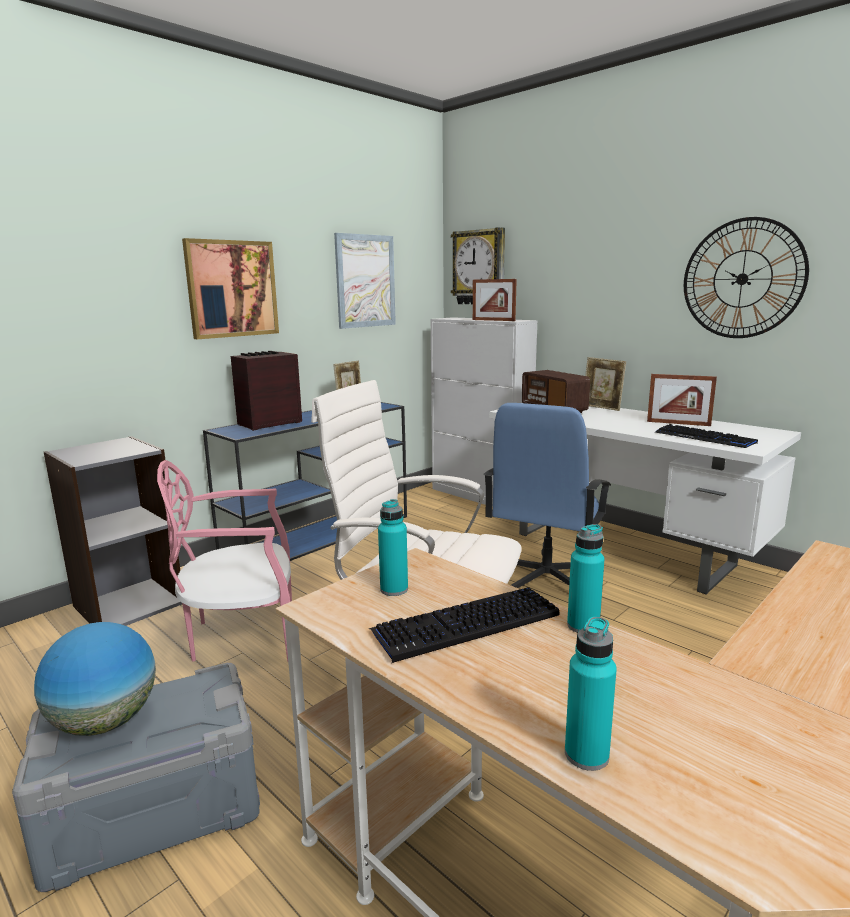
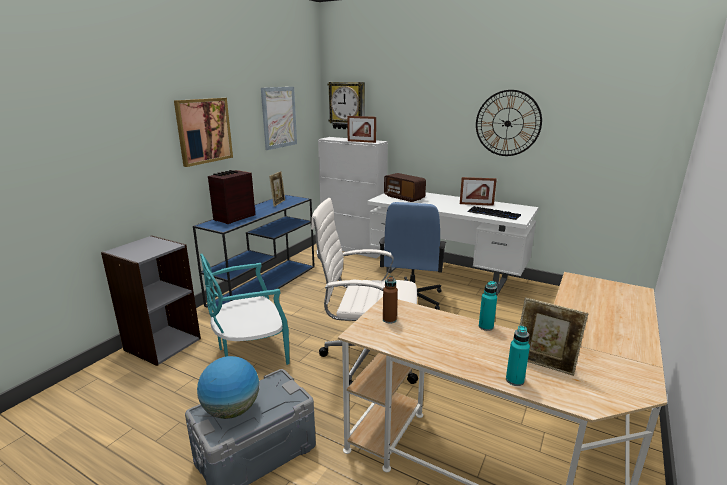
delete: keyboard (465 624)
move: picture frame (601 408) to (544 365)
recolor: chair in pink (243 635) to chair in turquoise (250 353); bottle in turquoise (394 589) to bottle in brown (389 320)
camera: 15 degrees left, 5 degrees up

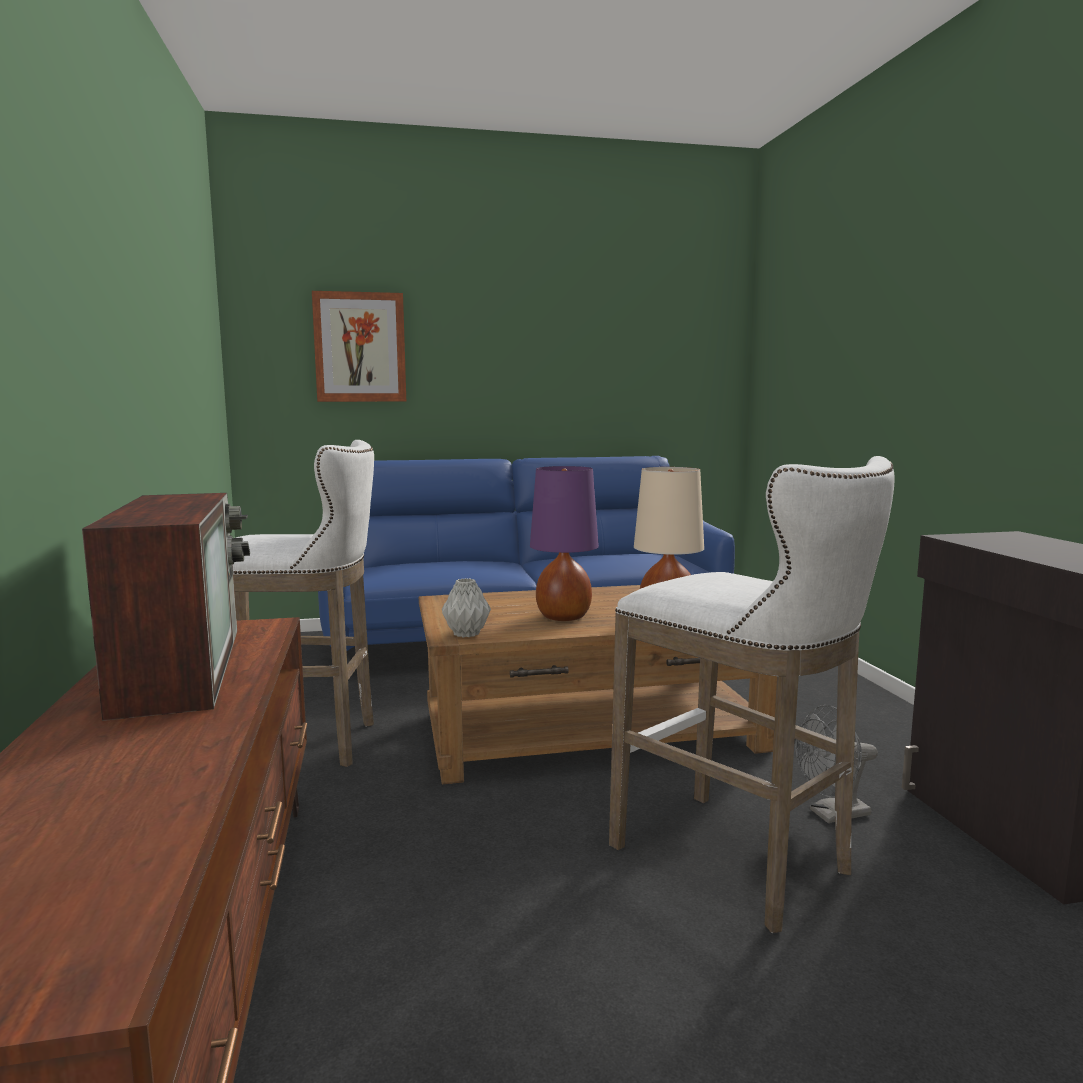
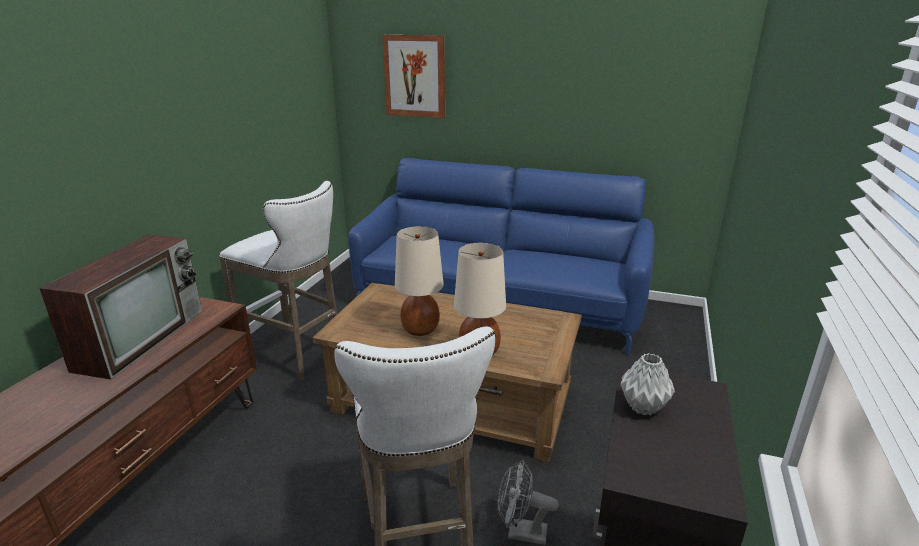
move: vase in grey (465 634) to (642 407)
recolor: table lamp in purple (563 617) to table lamp in beige (420 330)
camera: 30 degrees right, 15 degrees up

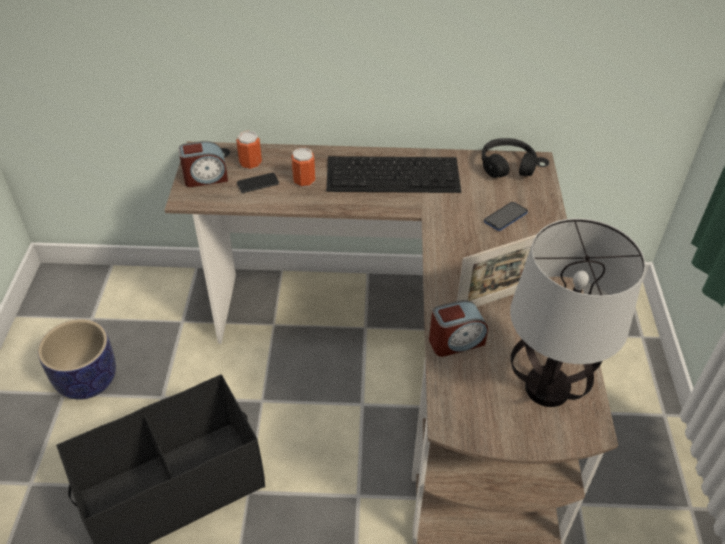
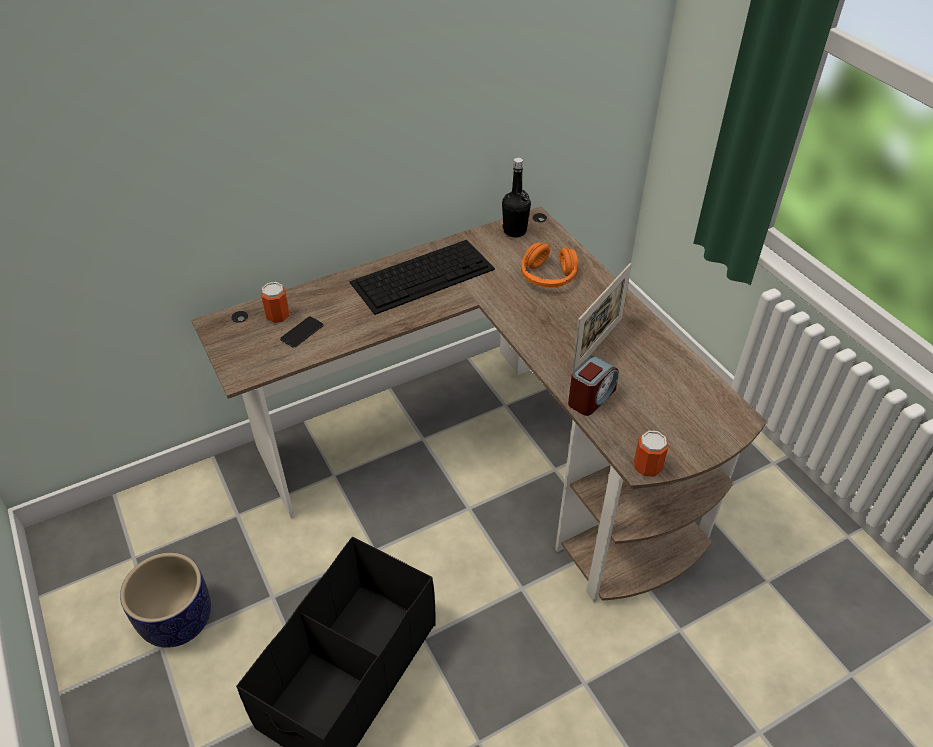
delete: alarm clock (205 178); table lamp (546 387)
move: can (304 180) to (647 467)
replace: headphones in black (507 165) to bottle in black (515 231); phone (505 217) to headphones in orange (548 276)
camera: 30 degrees left, 0 degrees up

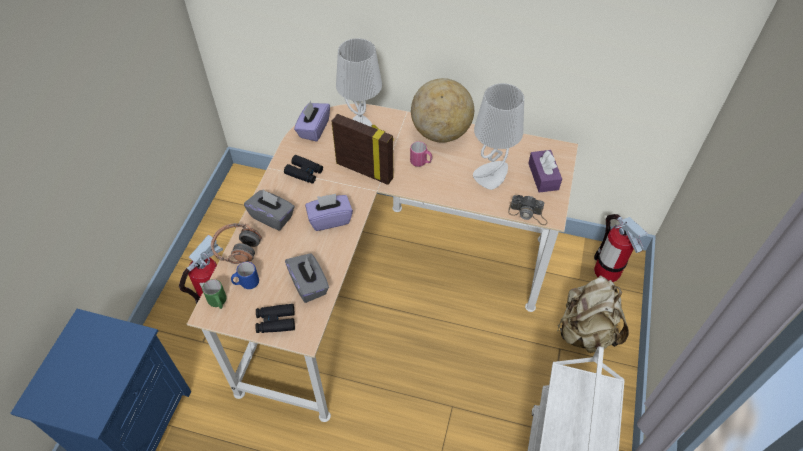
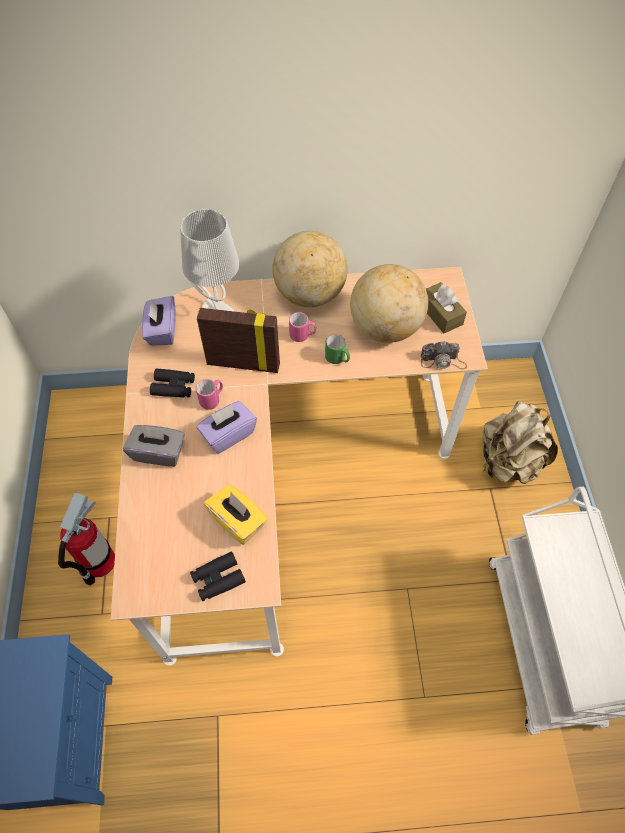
delete: headphones (237 248); mug in blue (246 283); fire extinguisher (606 271)
insert: mug in pink (212 399)
move: mug in green (218 302) to (337 359)
replace: table lamp in grey (491 174) to globe (385 328)
recolor: tissue box in grey (309 285) to tissue box in yellow (238 521); tissue box in purple (543 176) to tissue box in brown (440 314)
camera: 20 degrees left, 5 degrees up

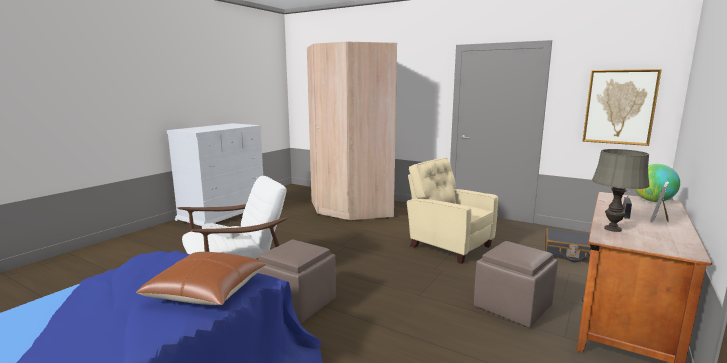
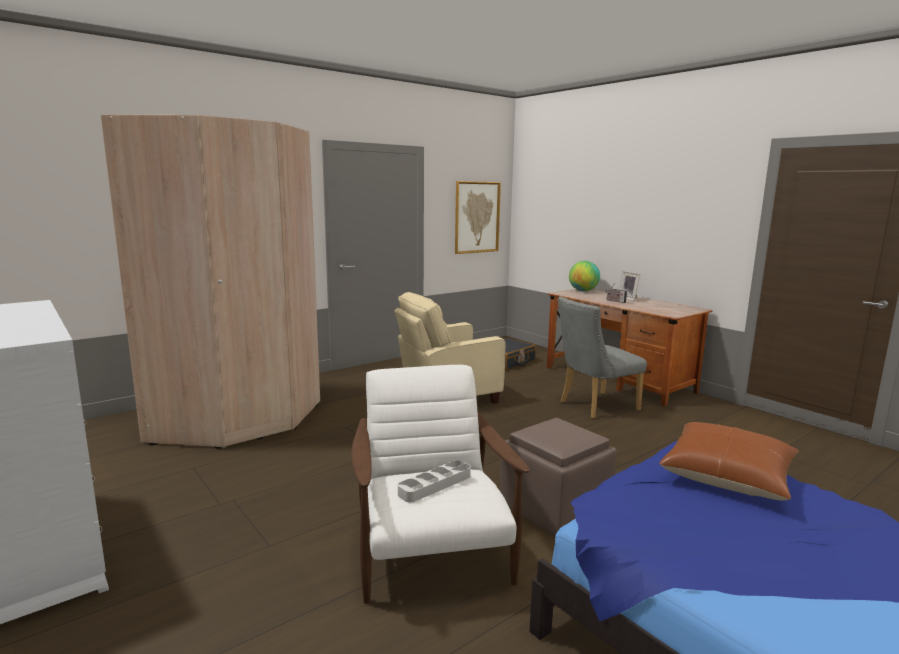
delete: table lamp in grey (613 229)
replace: ottoman in brown (512 306) to chair in grey (594 407)
camera: 70 degrees left, 0 degrees up

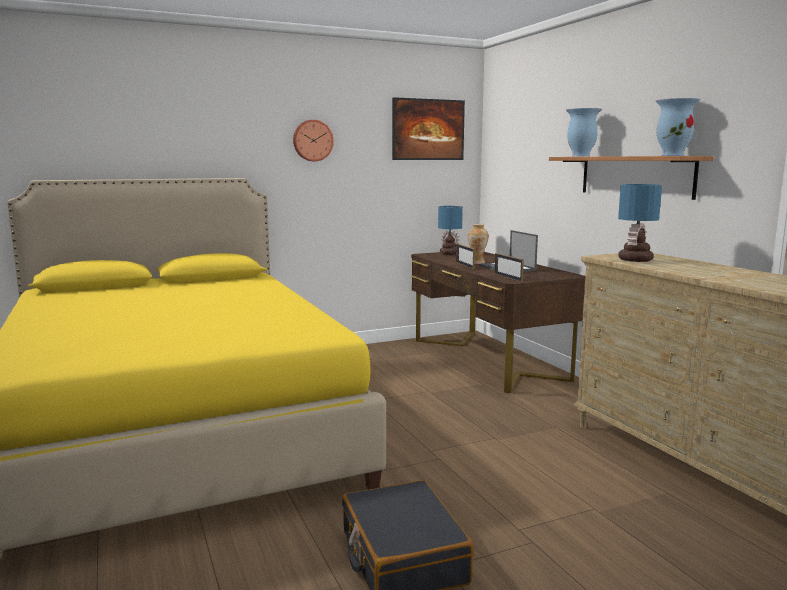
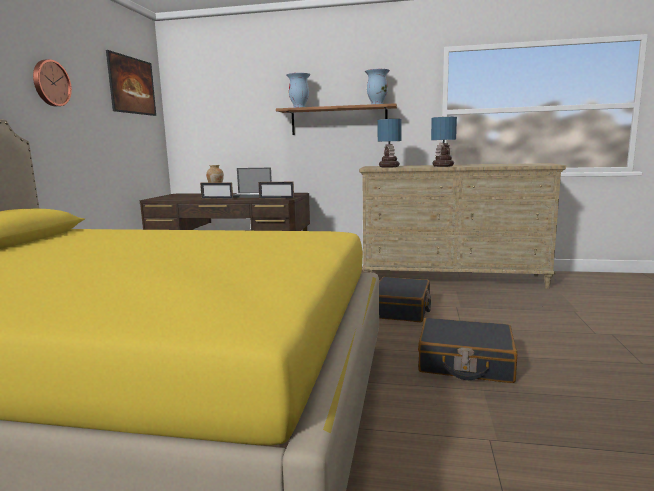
insert: suitcase in black (401 309)
move: table lamp (449 253) to (442 166)
camera: 55 degrees left, 0 degrees up

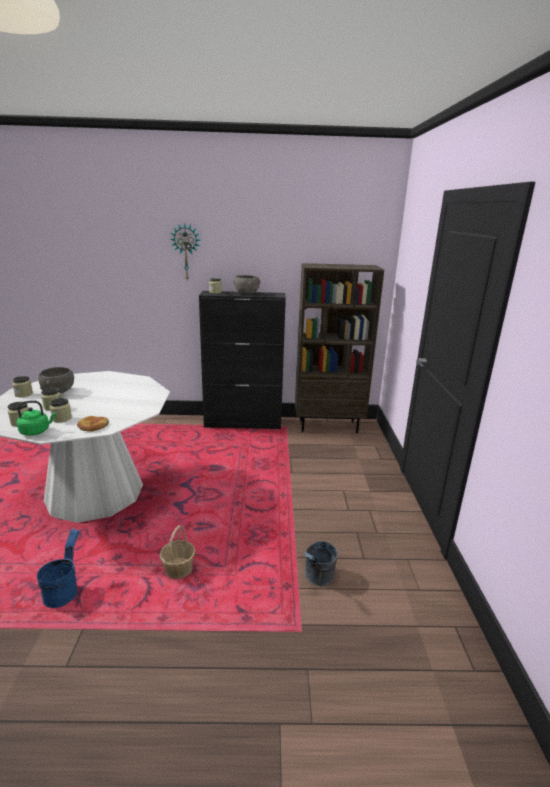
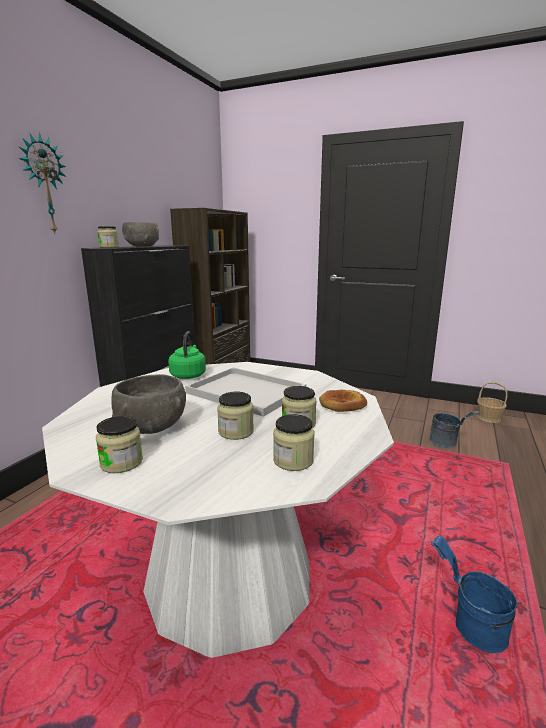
insert: tray in white (248 392)
move: kettle in green (36 431) to (188 375); basket (179 569) to (488 418)
camera: 65 degrees left, 5 degrees down

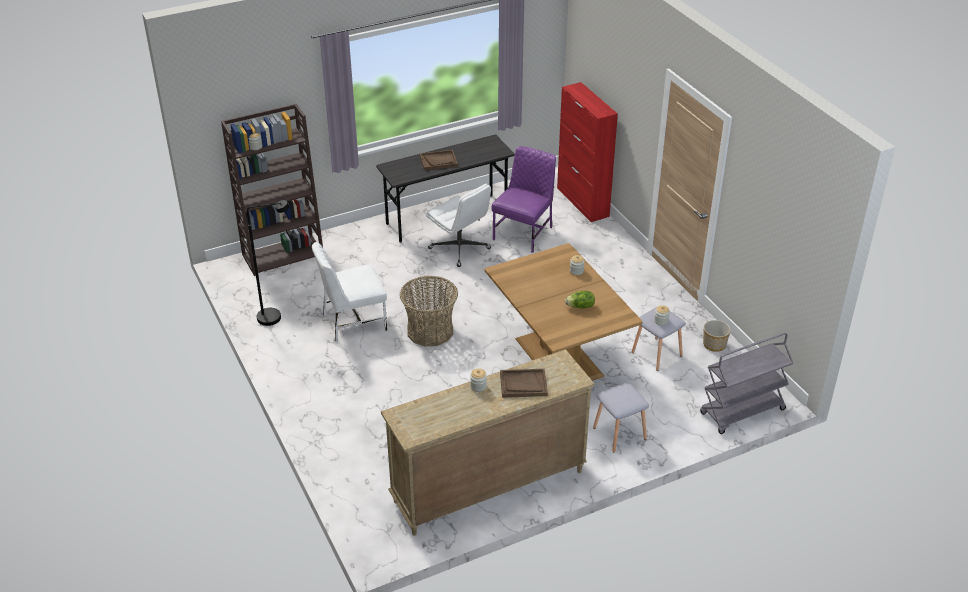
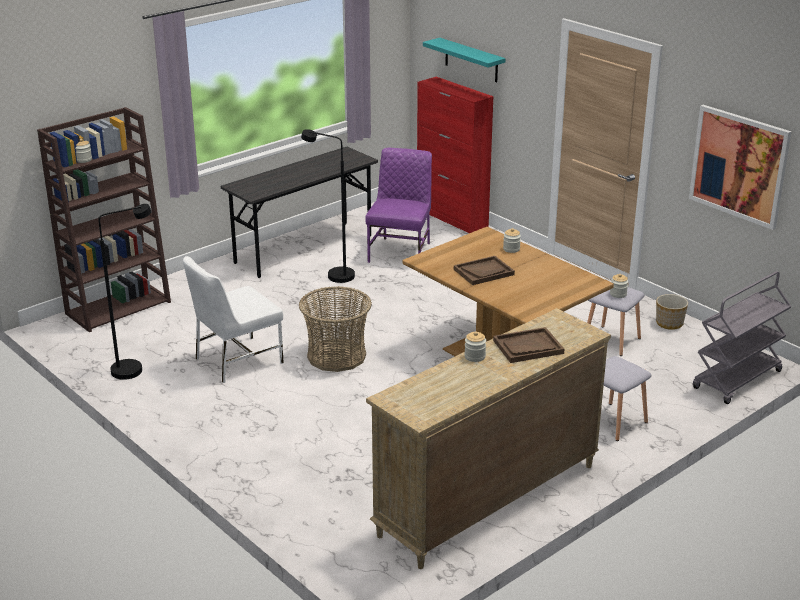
delete: lettuce (580 306)
insert: shelf in turquoise (471 60); picture (739 166)
move: tray in brown (438 161) to (483 272)
replace: office chair in white (460 249) to floor lamp in black (334 275)
camera: 15 degrees left, 10 degrees down

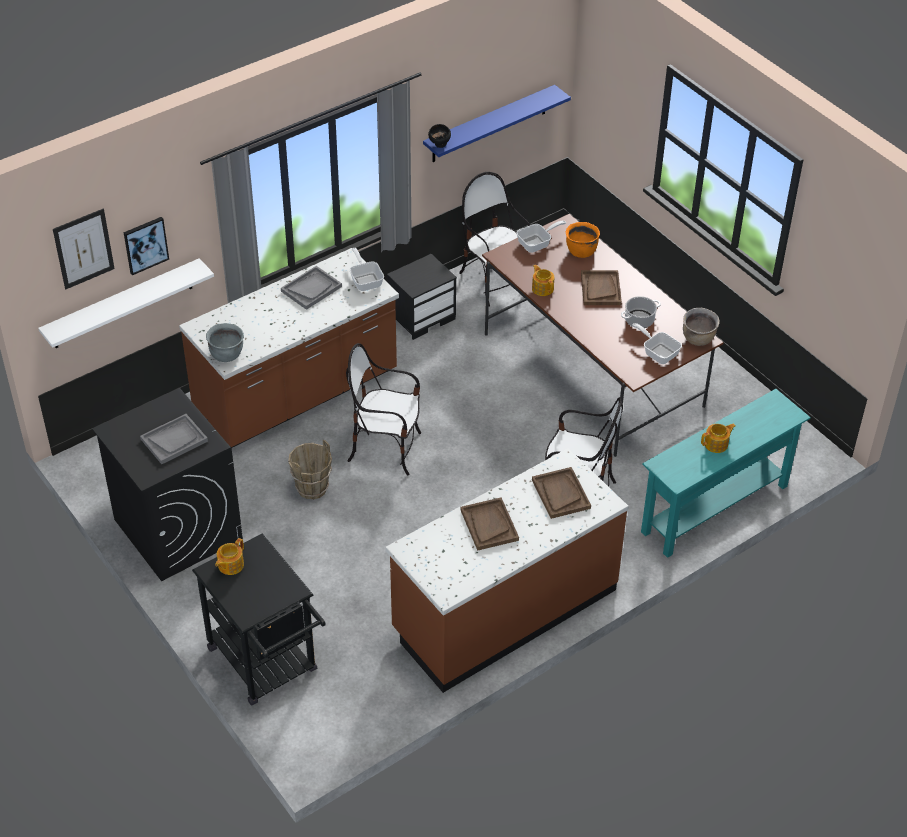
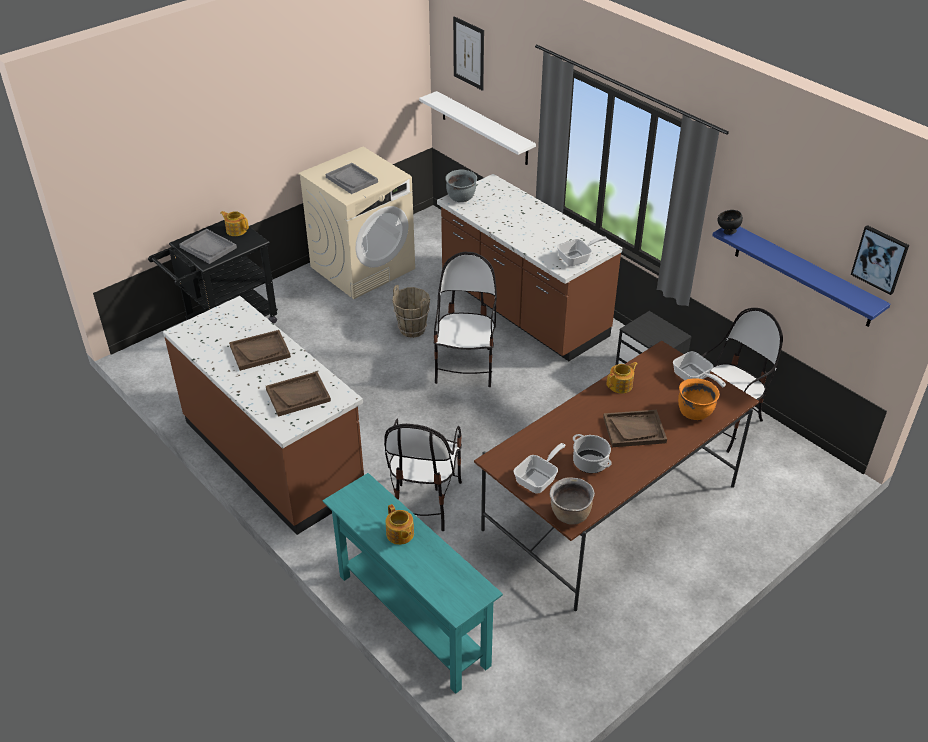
move: tray in grey (311 289) to (208 247); picture (145 245) to (880 259)
recolor: washing machine in black (177 529) to washing machine in beige (363 267)
camera: 85 degrees right, 5 degrees down

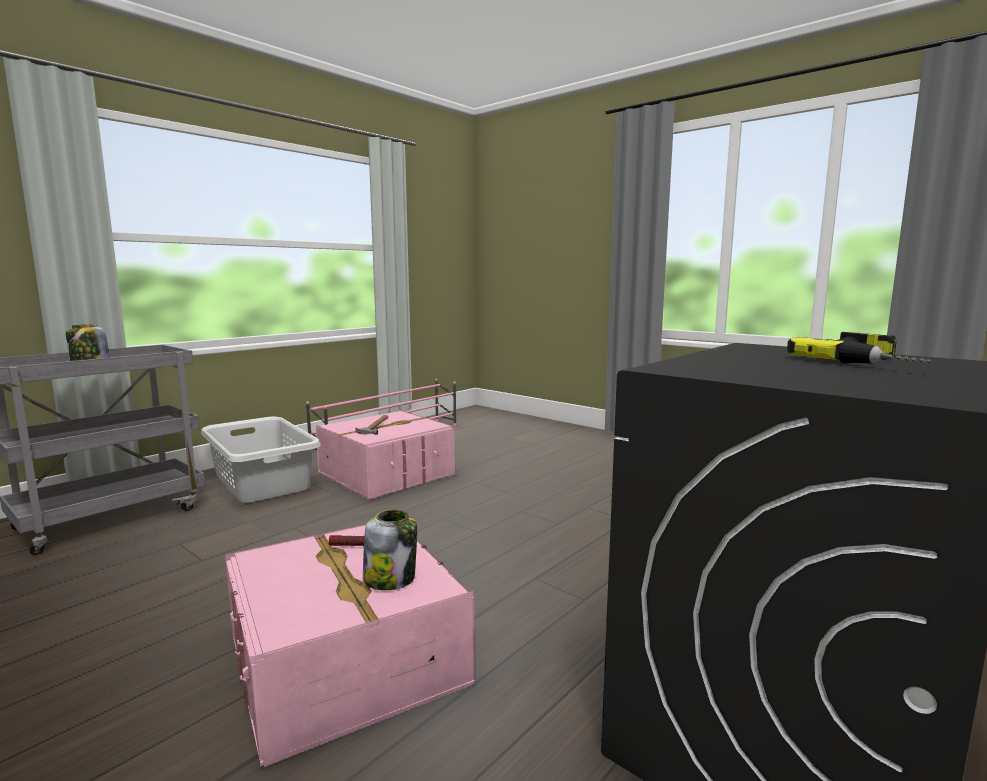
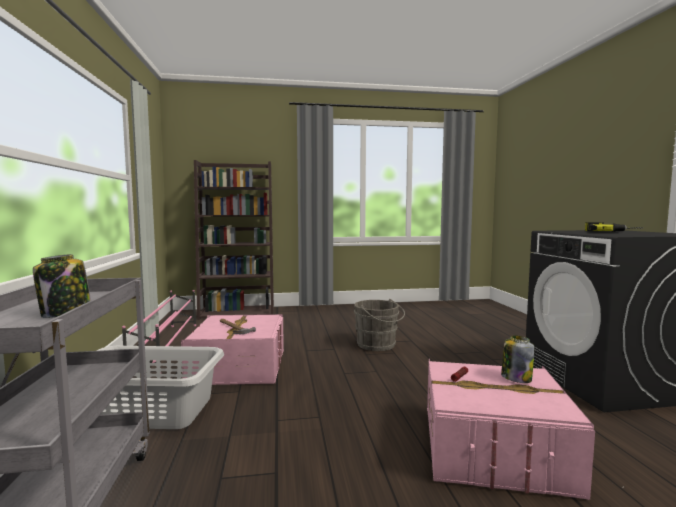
insert: bookcase in brown (238 312); bucket in grey (378 345)
camera: 50 degrees left, 5 degrees down

